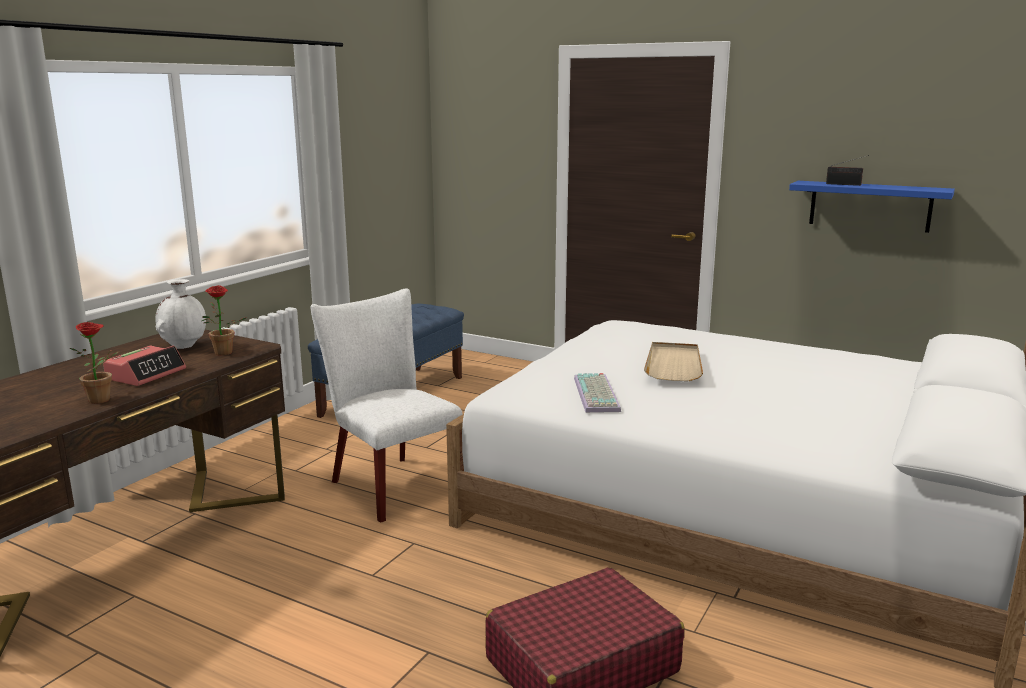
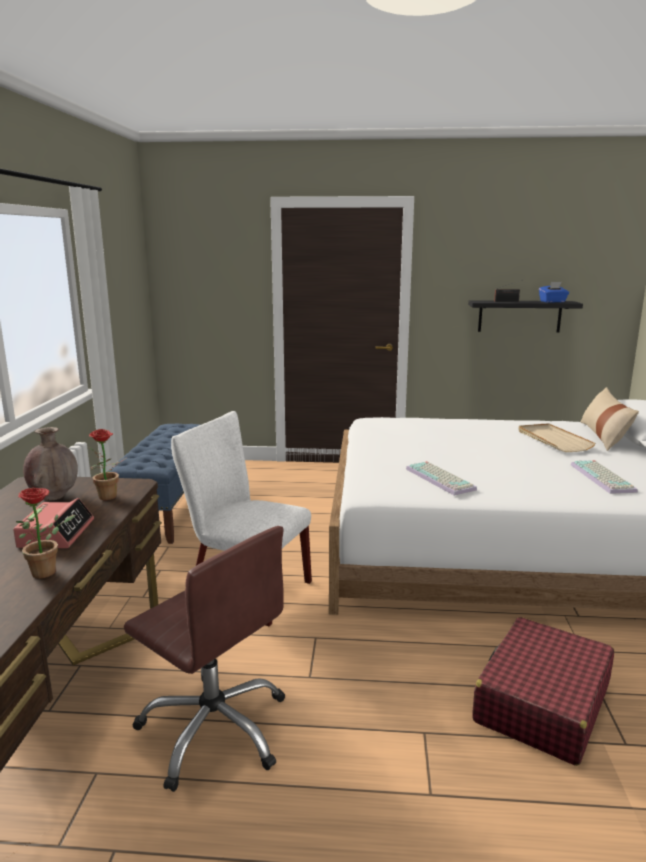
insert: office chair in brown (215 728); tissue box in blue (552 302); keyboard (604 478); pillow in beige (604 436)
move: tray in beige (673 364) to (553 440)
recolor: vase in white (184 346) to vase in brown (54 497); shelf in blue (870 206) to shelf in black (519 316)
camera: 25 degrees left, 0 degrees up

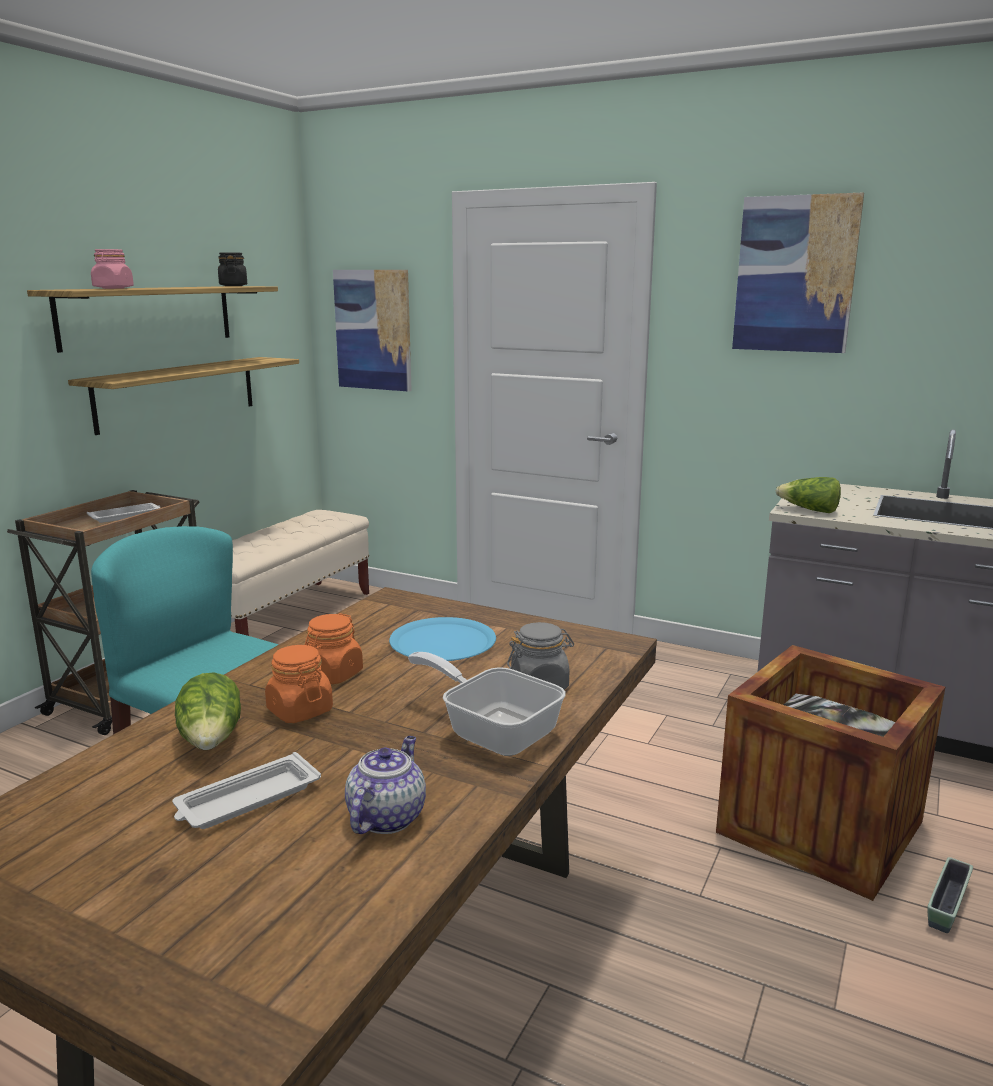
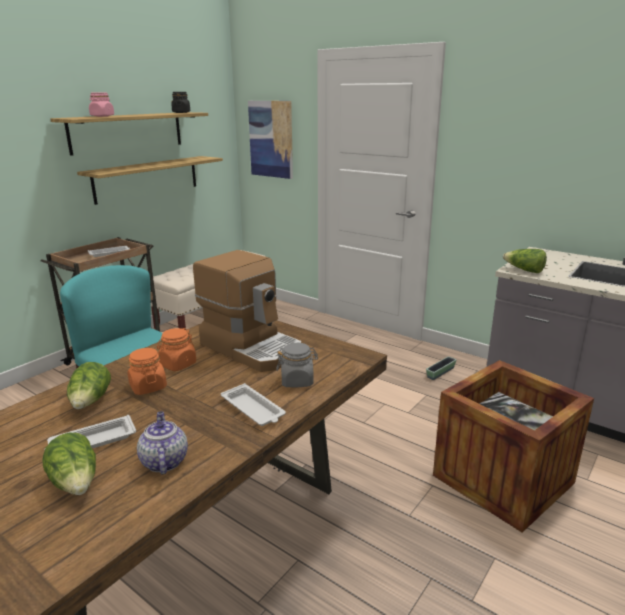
delete: picture (795 274)
insert: lettuce (76 482)
move: planter (947 905) to (440 373)
replace: plate in blue (443 642) to coffee machine (252 347); frying pan (493 730) to tray in white (253 409)
rotate: teapot (386 817) = (164 461) 45 degrees counterclockwise
camera: 10 degrees right, 5 degrees up

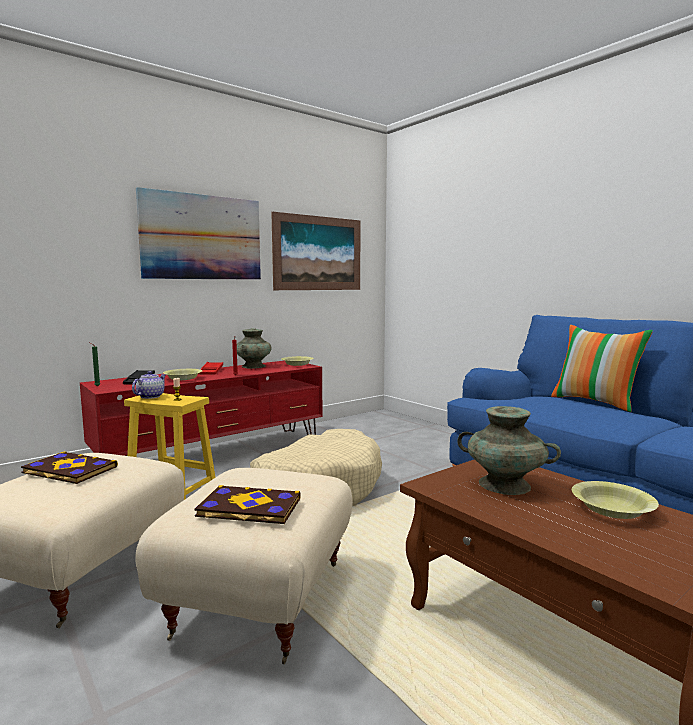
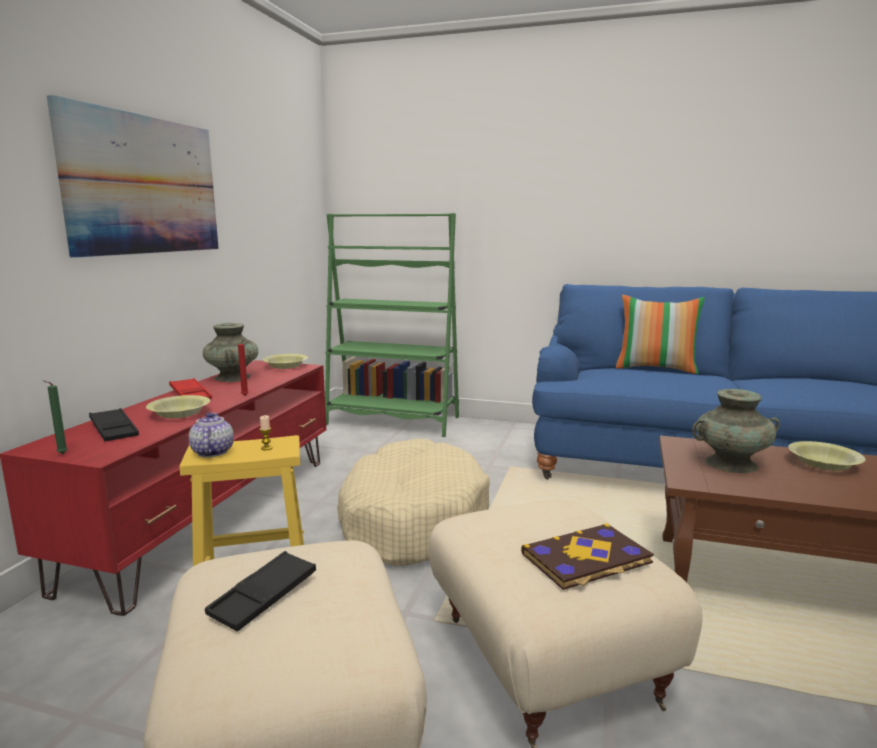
delete: picture (318 253)
insert: bookcase in green (393 421)
replace: book (69 470) to tray in black (264 596)
camera: 35 degrees left, 5 degrees up

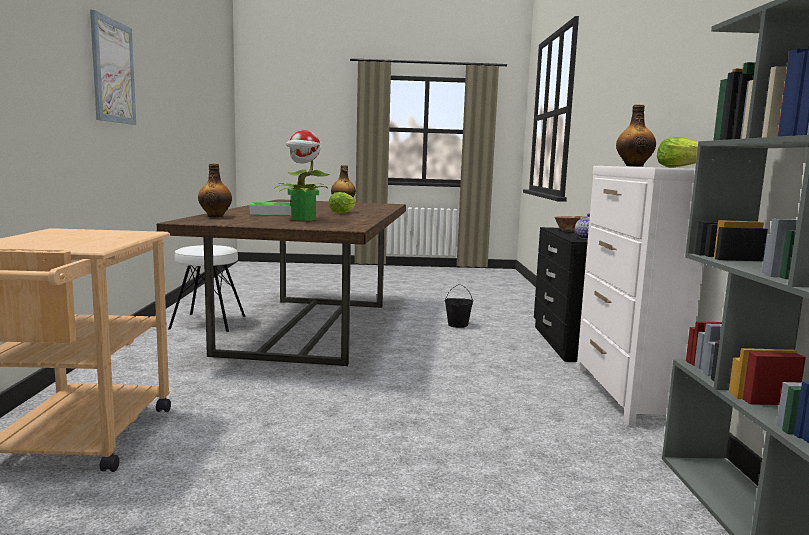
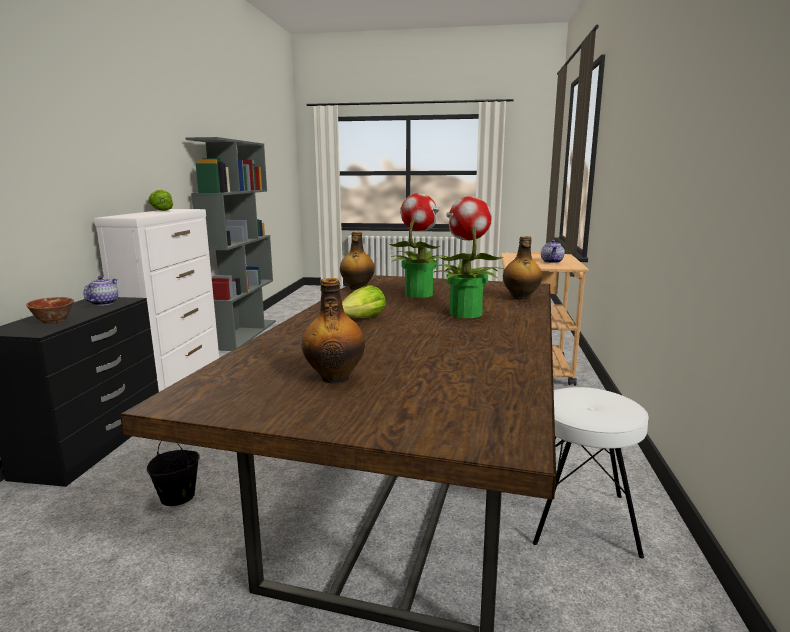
delete: picture (113 71)
insert: teapot (552 262)
move: bottle (634 166) to (357 288)
replace: tray (273 212) to potted plant (465 313)
camera: 170 degrees left, 5 degrees up

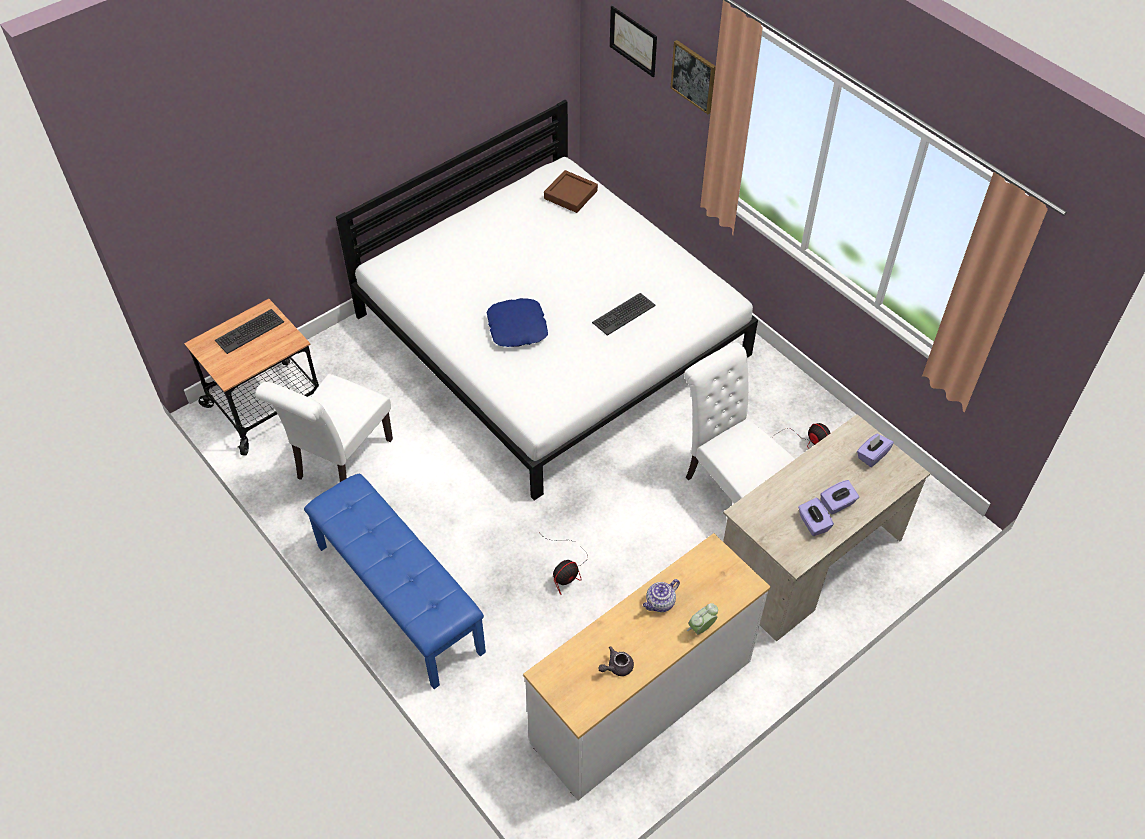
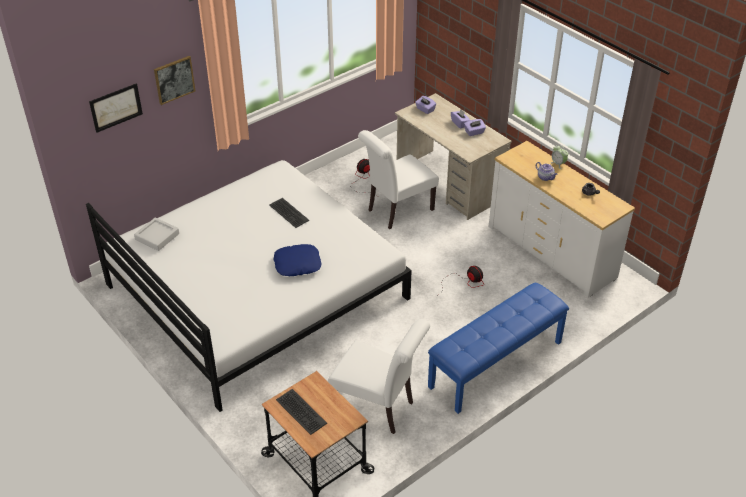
recolor: tray in brown (570 195) to tray in grey (157 237)
camera: 90 degrees left, 10 degrees down

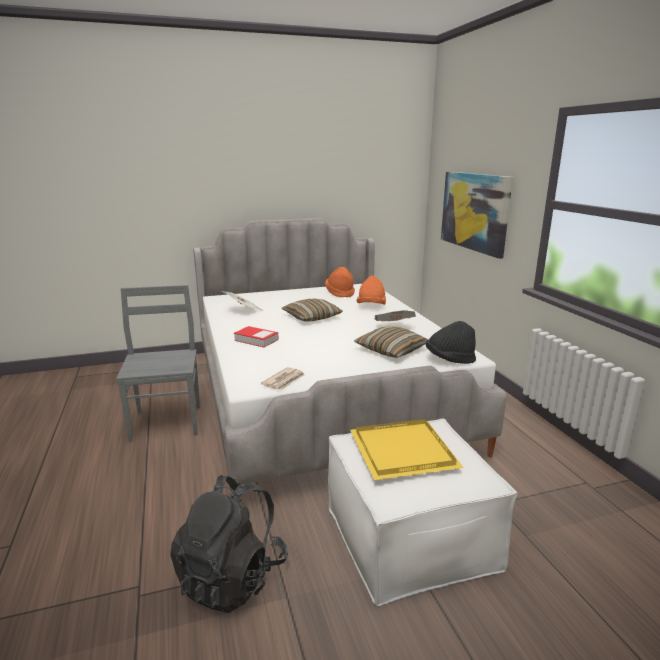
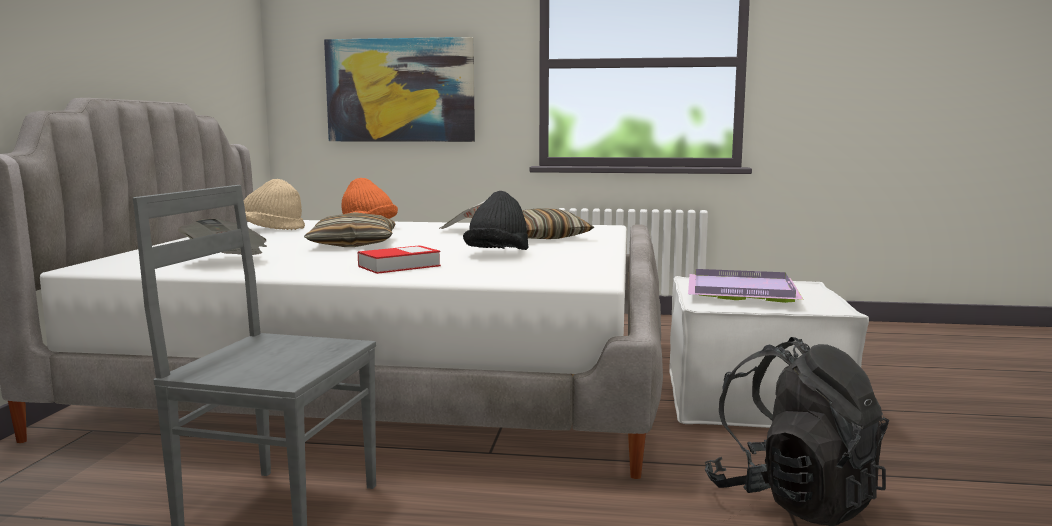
delete: newspaper (284 380)
move: hat in black (449 360) to (497 254)
recolor: hat in orange (340 293) to hat in beige (271 229); tray in yellow (402 452) to tray in purple (744 291)
camera: 65 degrees left, 10 degrees down

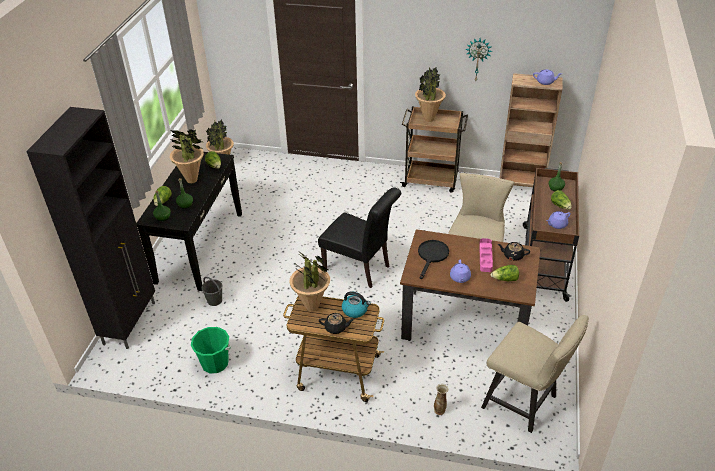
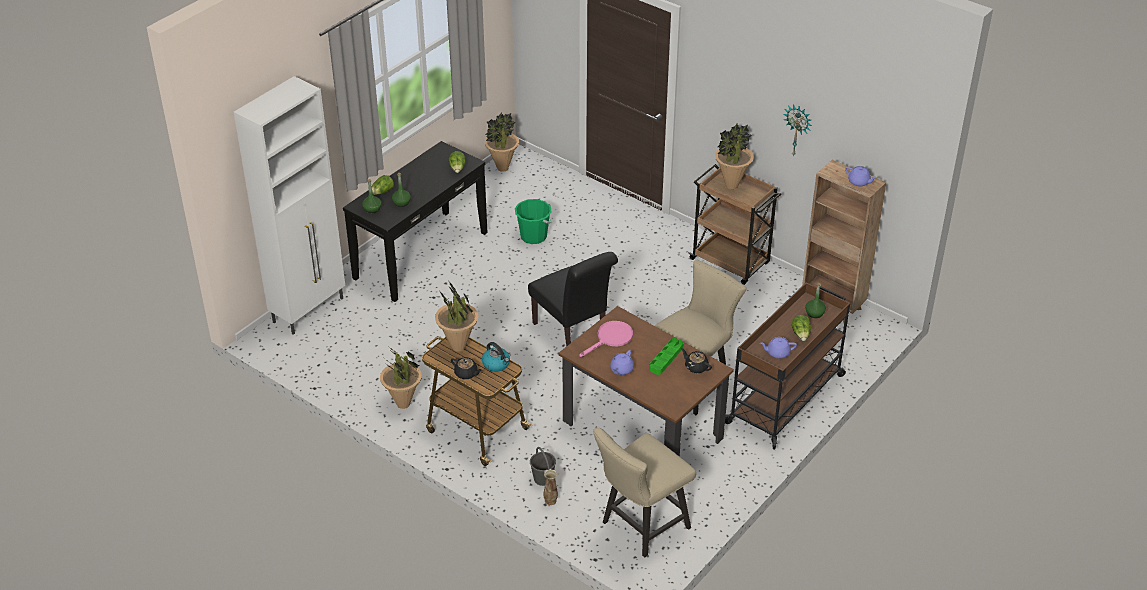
delete: lettuce (505 279)
move: potted plant (192 180) to (403 404); bucket in green (215 363) to (533 236); bucket in grey (214 300) to (543 478)
recolor: cabinet in black (130 322) to cabinet in white (309 310); frying pan in black (432 256) to frying pan in pink (611 339); tray in pink (485 257) to tray in green (666 358)
rotate: chair in beige (524 404) = (640 527) 75 degrees clockwise
camera: 25 degrees right, 0 degrees up

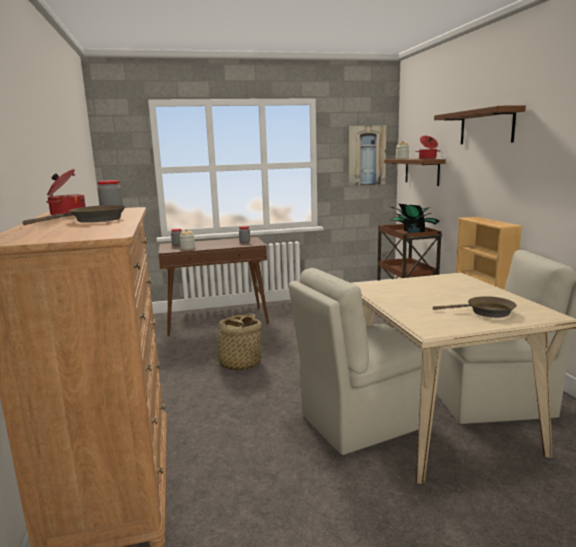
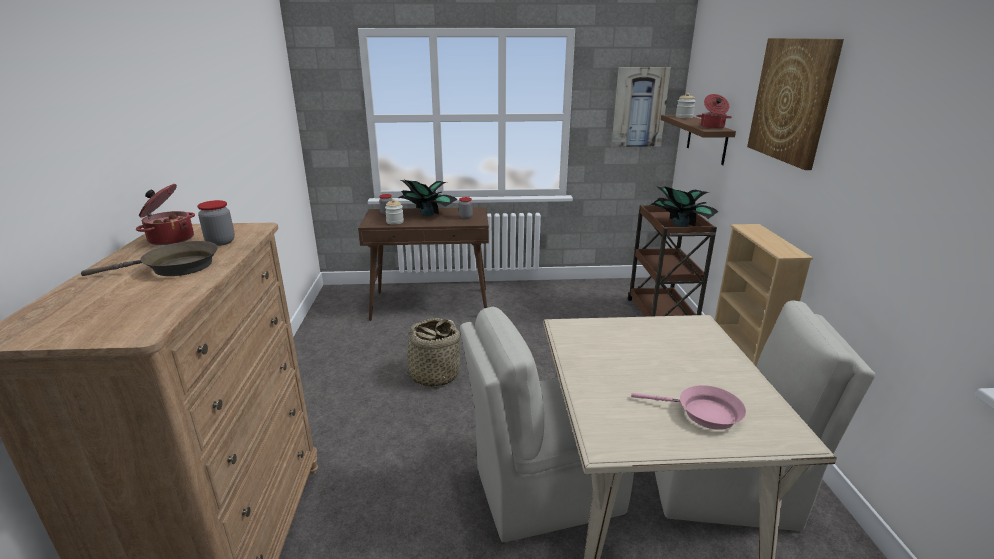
insert: potted plant (427 214)
replace: shelf in brown (486 127) to picture (792 100)
recolor: frying pan in brown (486 312) to frying pan in pink (703 413)
camera: 10 degrees right, 10 degrees up

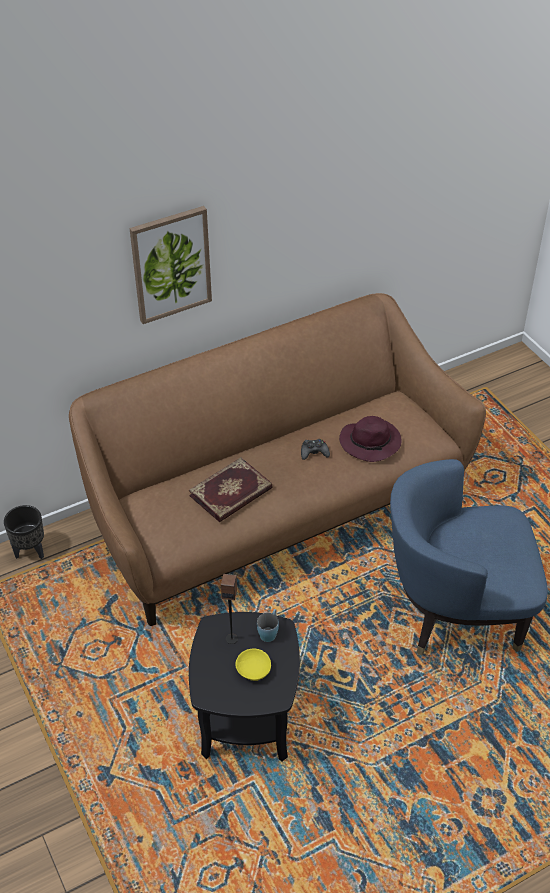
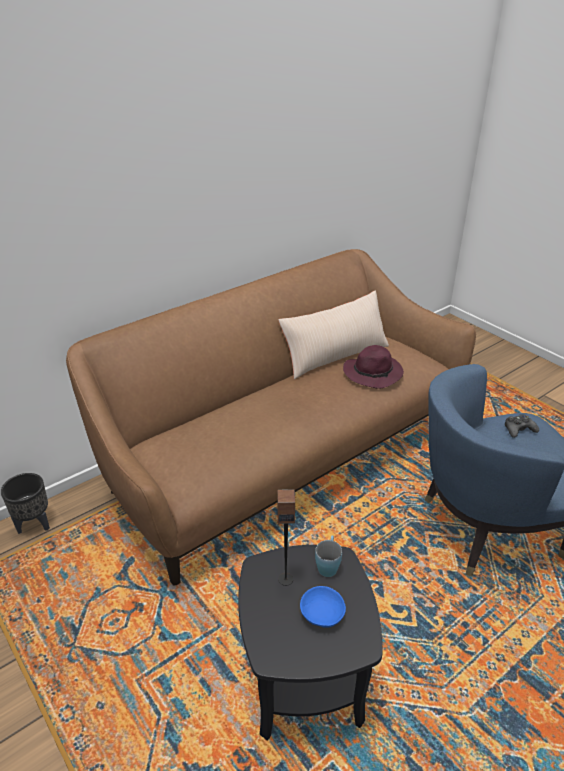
delete: picture (171 264); book (231 493)
insert: pillow in beige (335 355)
move: game controller in black (314 452) to (519 429)
recolor: bowl in yellow (254 670) to bowl in blue (323 614)
camera: 10 degrees left, 10 degrees down

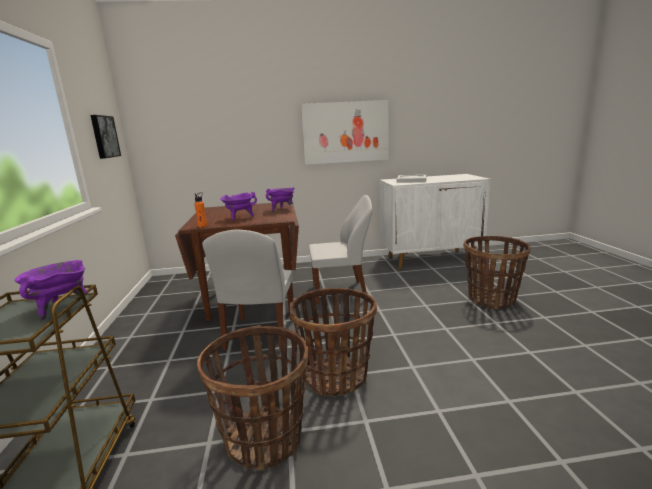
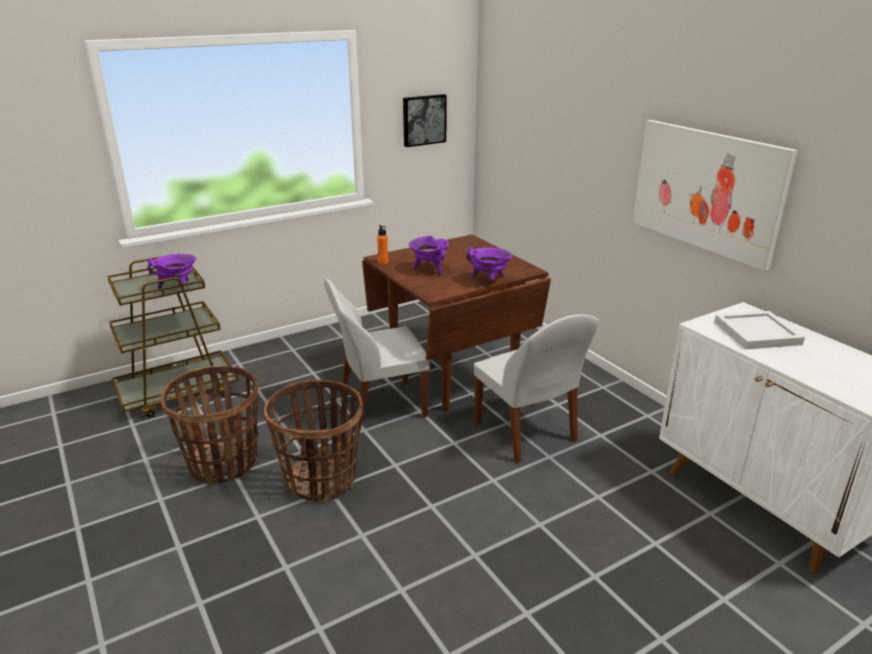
delete: basket (491 299)
camera: 65 degrees right, 10 degrees up

